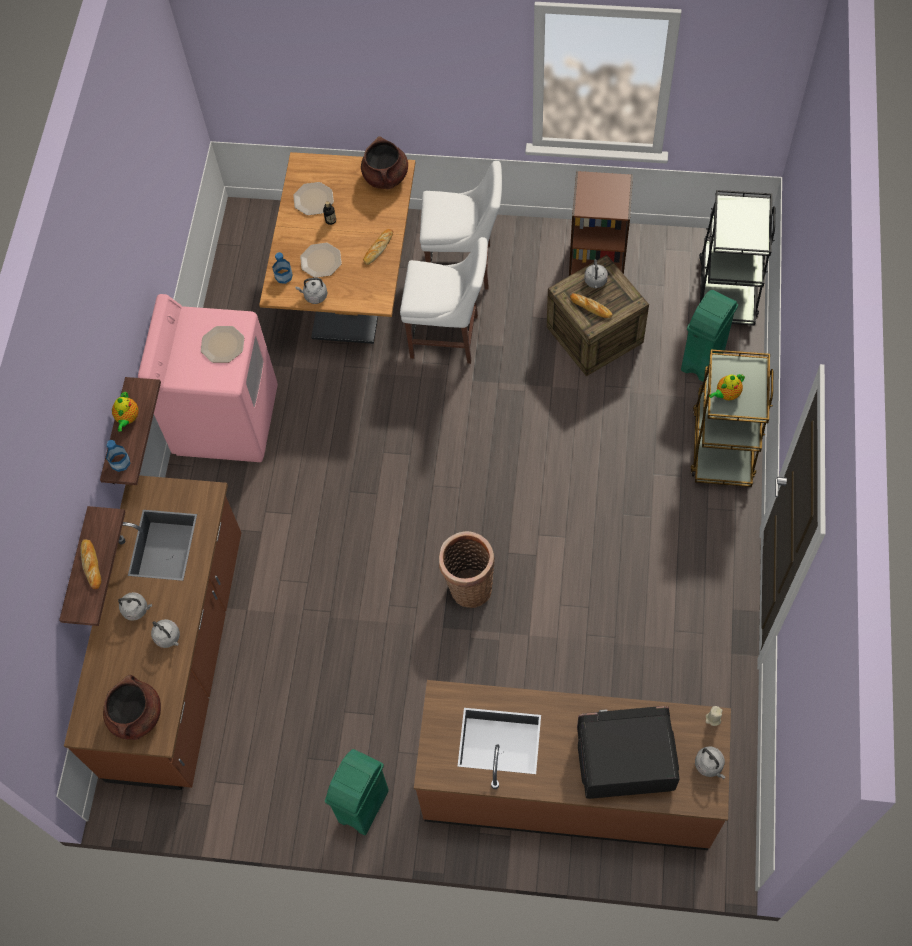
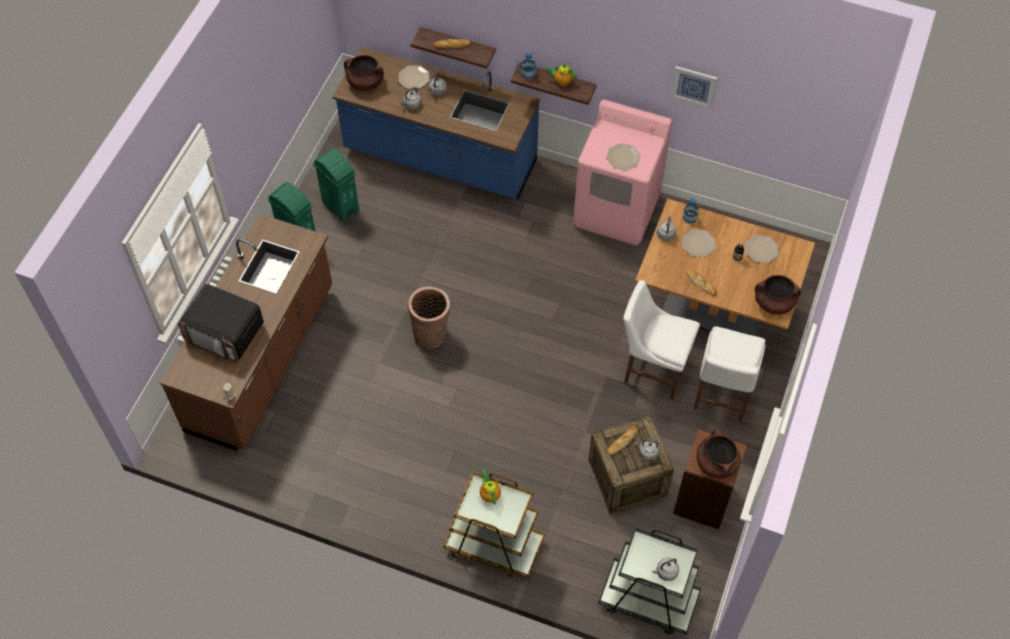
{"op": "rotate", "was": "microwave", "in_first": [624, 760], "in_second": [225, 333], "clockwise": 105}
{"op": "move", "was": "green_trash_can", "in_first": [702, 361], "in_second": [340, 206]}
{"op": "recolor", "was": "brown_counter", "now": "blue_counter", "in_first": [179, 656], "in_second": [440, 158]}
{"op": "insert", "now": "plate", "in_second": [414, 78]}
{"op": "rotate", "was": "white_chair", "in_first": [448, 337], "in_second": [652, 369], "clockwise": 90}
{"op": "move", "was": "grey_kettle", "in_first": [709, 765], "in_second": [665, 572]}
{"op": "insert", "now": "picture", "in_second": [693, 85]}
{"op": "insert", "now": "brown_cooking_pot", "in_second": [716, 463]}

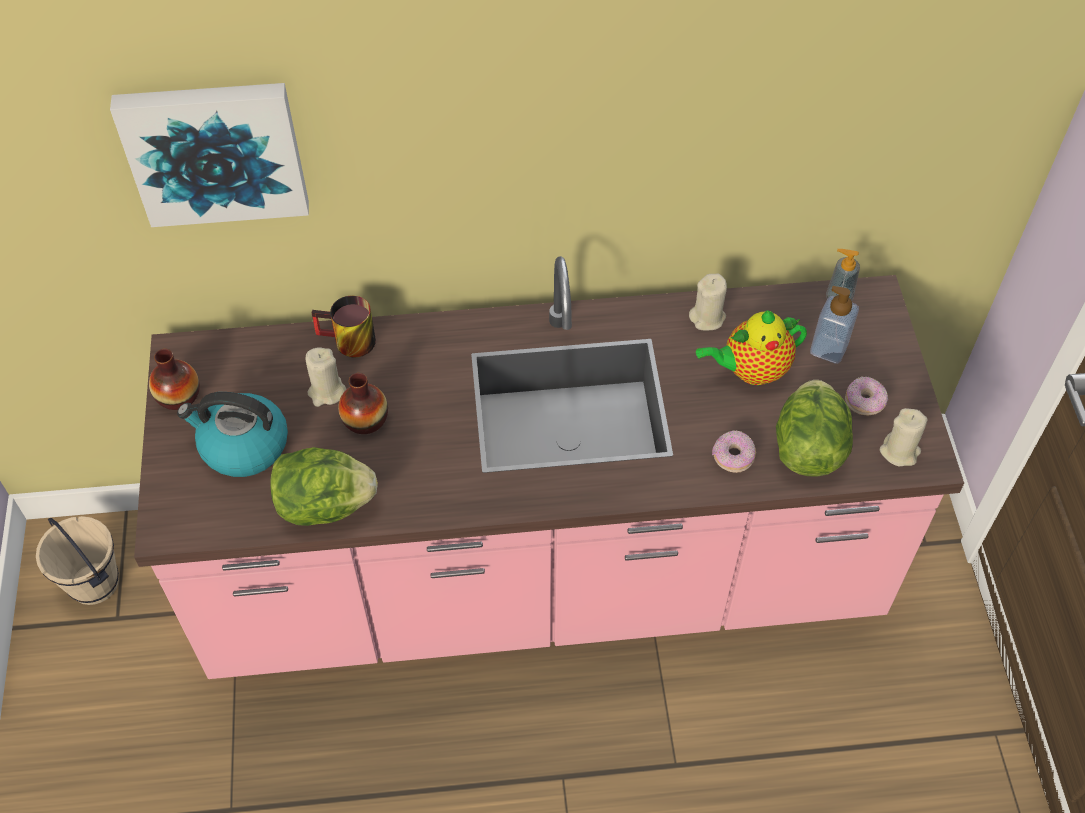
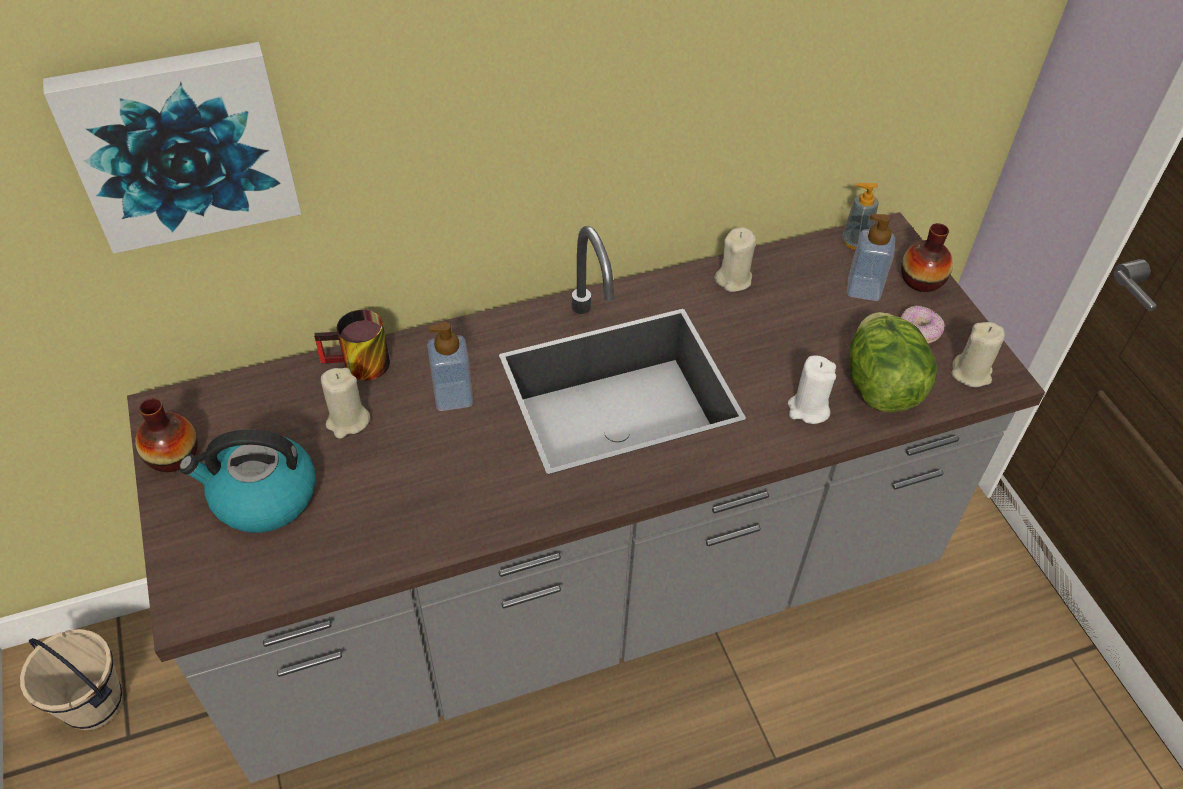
{"op": "recolor", "was": "pink_counter", "now": "grey_counter", "in_first": [542, 576], "in_second": [585, 595]}
{"op": "insert", "now": "soap_dispenser", "in_second": [453, 396]}
{"op": "replace", "was": "donut", "now": "white_candle", "in_first": [732, 457], "in_second": [808, 409]}
{"op": "move", "was": "vase", "in_first": [365, 419], "in_second": [921, 280]}
{"op": "delete", "was": "lettuce", "in_first": [324, 505]}
{"op": "delete", "was": "teapot", "in_first": [751, 370]}

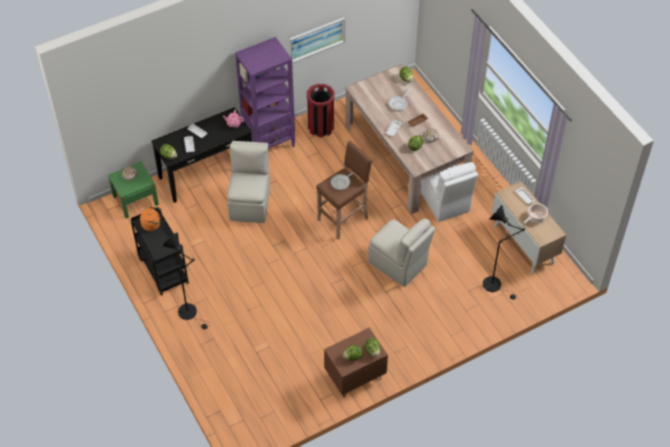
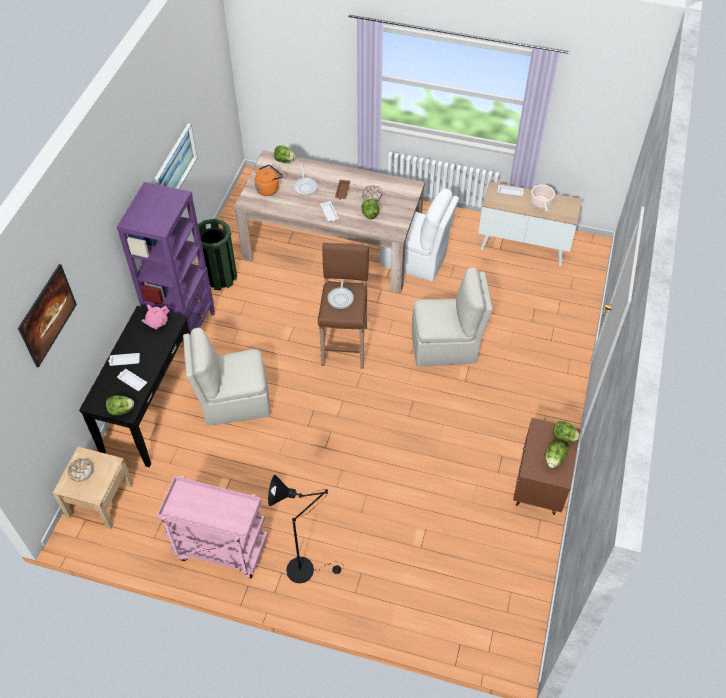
{"op": "insert", "now": "picture", "in_second": [51, 325]}
{"op": "recolor", "was": "green_nightstand", "now": "beige_nightstand", "in_first": [135, 200], "in_second": [100, 499]}
{"op": "recolor", "was": "black_cart", "now": "pink_cart", "in_first": [162, 270], "in_second": [220, 549]}
{"op": "rotate", "was": "beige_chair", "in_first": [250, 202], "in_second": [233, 401], "clockwise": -60}
{"op": "recolor", "was": "red_trash_can", "now": "green_trash_can", "in_first": [321, 127], "in_second": [220, 277]}
{"op": "move", "was": "orange_kettle", "in_first": [152, 224], "in_second": [268, 188]}
{"op": "delete", "was": "black_floor_lamp", "in_first": [495, 285]}

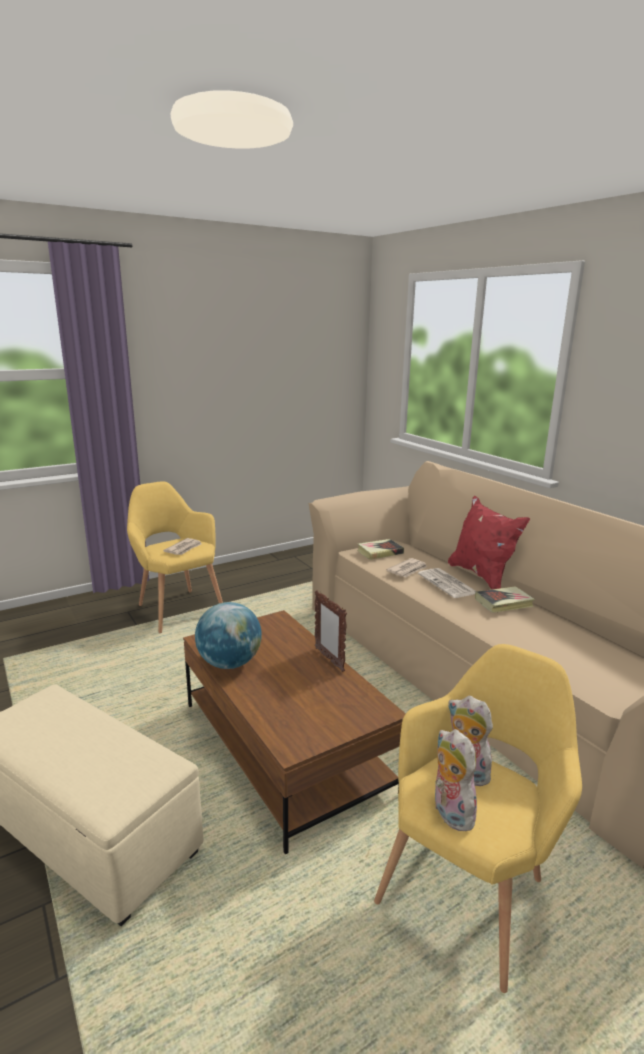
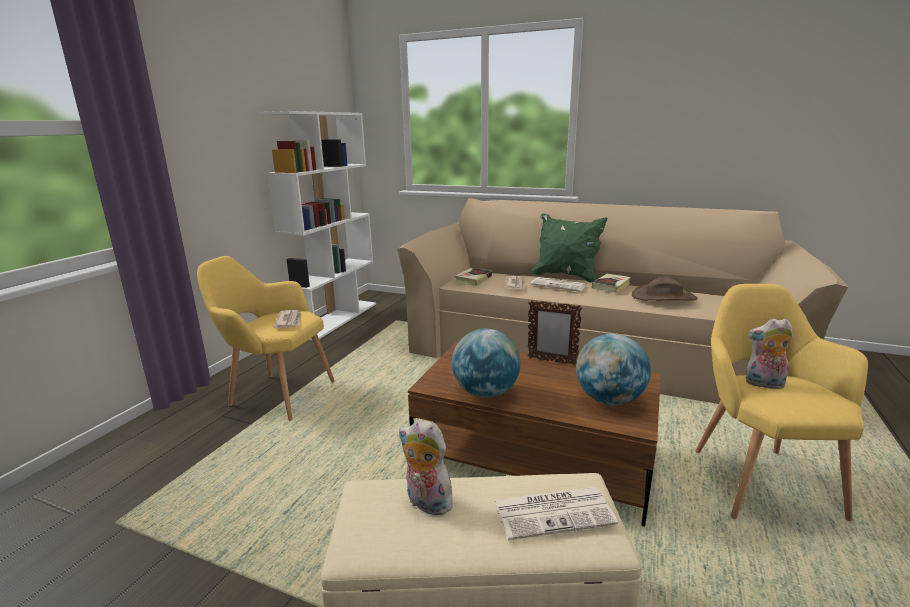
{"op": "insert", "now": "white_bookcase", "in_second": [336, 318]}
{"op": "move", "was": "plush_toy", "in_first": [449, 812], "in_second": [426, 503]}
{"op": "insert", "now": "newspaper", "in_second": [554, 512]}
{"op": "recolor", "was": "red_pillow", "now": "green_pillow", "in_first": [481, 576], "in_second": [566, 276]}
{"op": "insert", "now": "globe", "in_second": [609, 400]}
{"op": "insert", "now": "brown_hat", "in_second": [663, 297]}

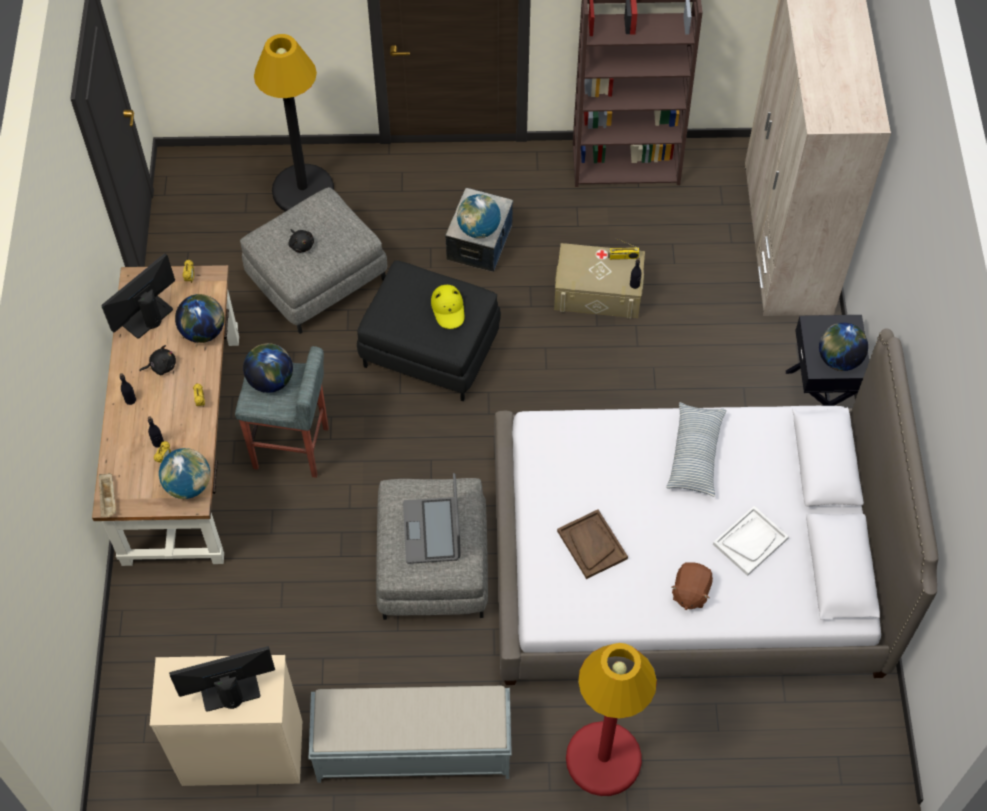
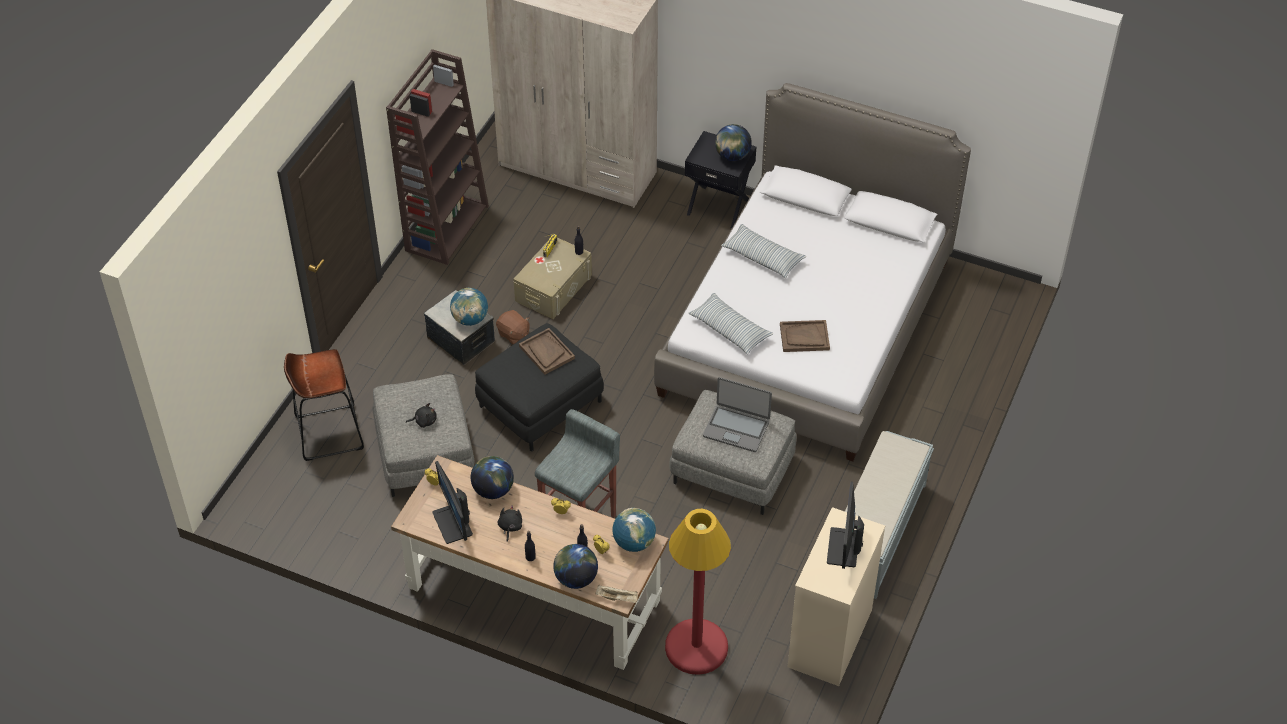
{"op": "replace", "was": "black_floor_lamp", "now": "brown_stool", "in_first": [303, 190], "in_second": [329, 432]}
{"op": "move", "was": "brown_plush_toy", "in_first": [690, 592], "in_second": [513, 334]}
{"op": "replace", "was": "yellow_hat", "now": "brown_tray", "in_first": [448, 309], "in_second": [546, 352]}
{"op": "move", "was": "globe", "in_first": [271, 380], "in_second": [576, 578]}
{"op": "move", "was": "red_floor_lamp", "in_first": [603, 759], "in_second": [696, 647]}
{"op": "insert", "now": "pillow", "in_second": [730, 329]}
{"op": "delete", "was": "white_tray", "in_first": [750, 541]}

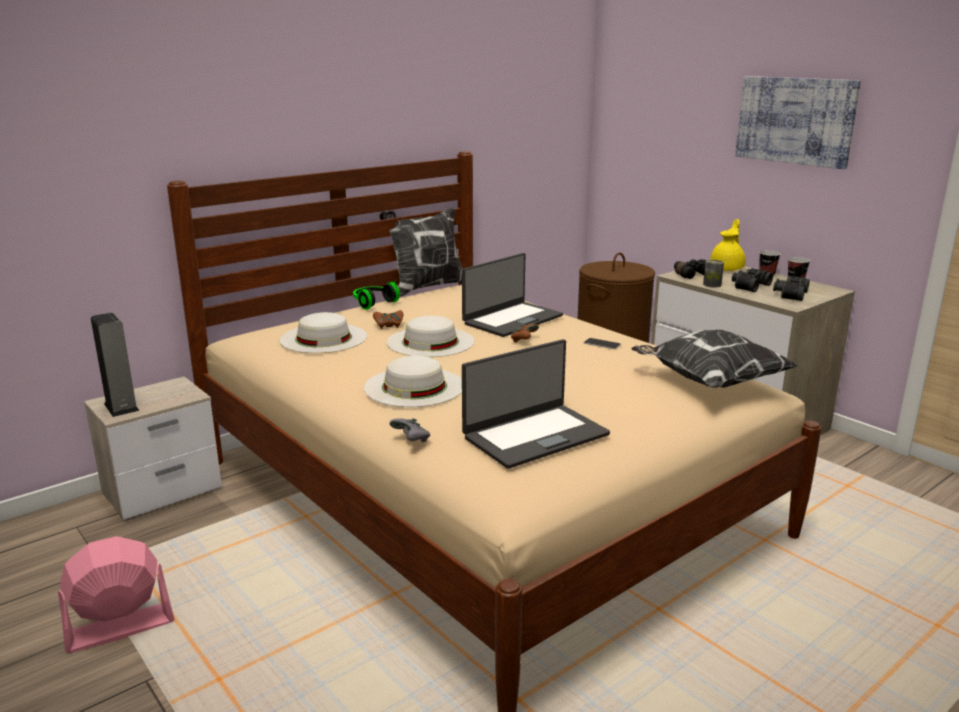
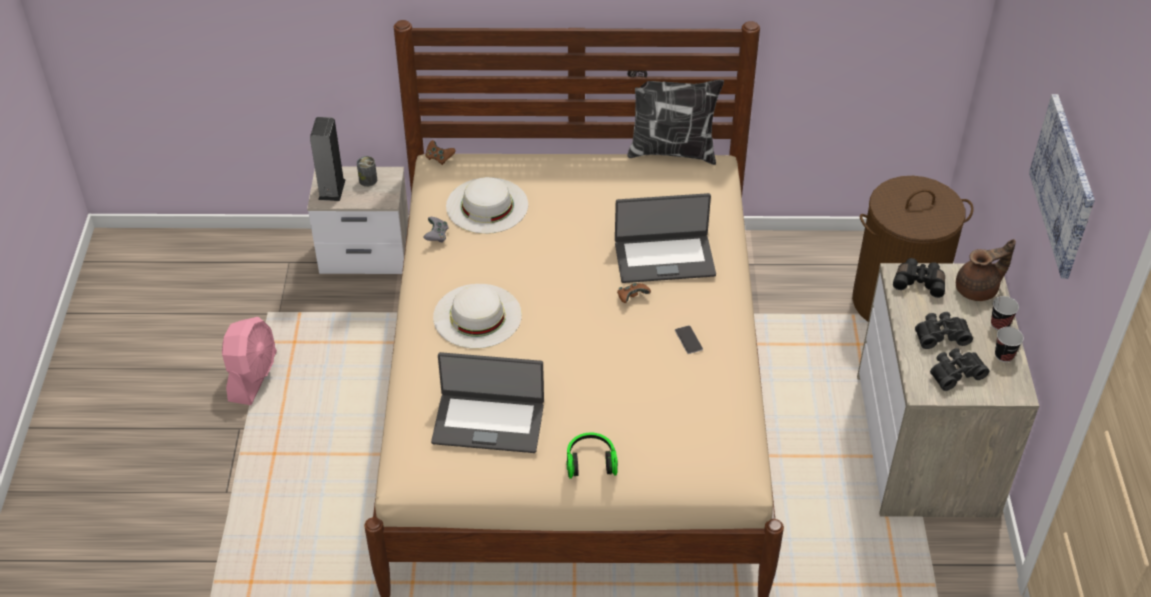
{"op": "rotate", "was": "pink_fan", "in_first": [119, 628], "in_second": [253, 376], "clockwise": 90}
{"op": "move", "was": "can", "in_first": [712, 284], "in_second": [368, 180]}
{"op": "move", "was": "grey_game_controller", "in_first": [411, 440], "in_second": [436, 236]}
{"op": "move", "was": "brown_game_controller", "in_first": [388, 326], "in_second": [439, 158]}
{"op": "move", "was": "headphones", "in_first": [373, 303], "in_second": [590, 462]}
{"op": "recolor", "was": "yellow_teapot", "now": "brown_teapot", "in_first": [727, 268], "in_second": [978, 289]}
{"op": "delete", "was": "white_hat", "in_first": [430, 342]}
{"op": "delete", "was": "pillow", "in_first": [709, 382]}

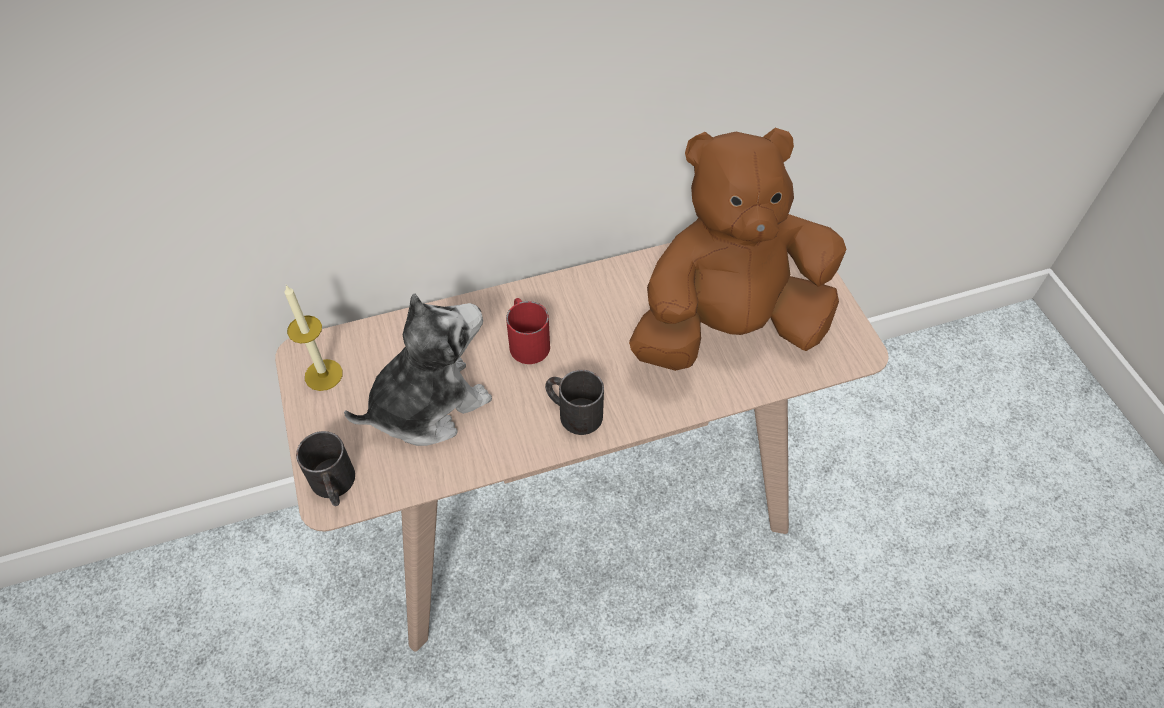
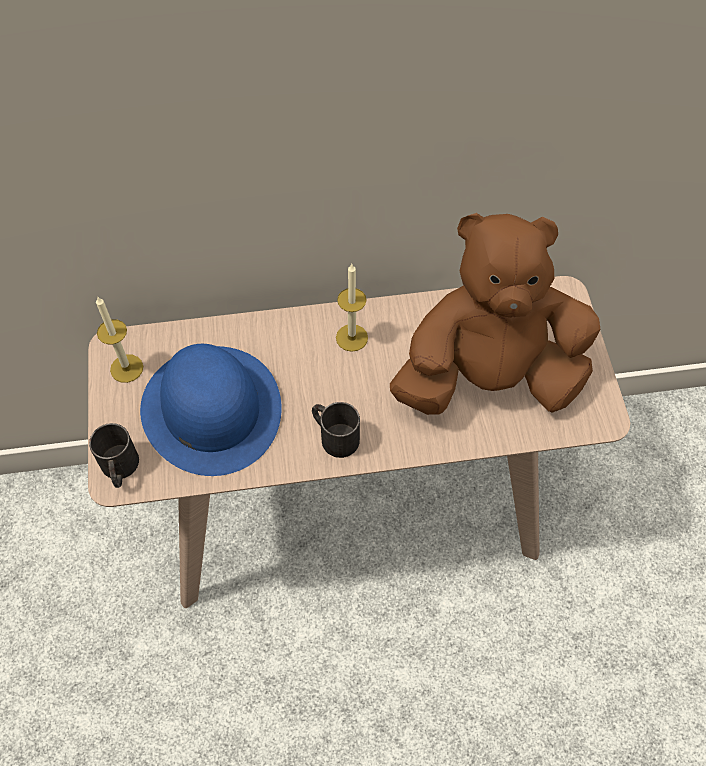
{"op": "replace", "was": "plush_toy", "now": "blue_hat", "in_first": [428, 403], "in_second": [211, 408]}
{"op": "insert", "now": "candle", "in_second": [351, 337]}
{"op": "delete", "was": "red_mug", "in_first": [526, 340]}

